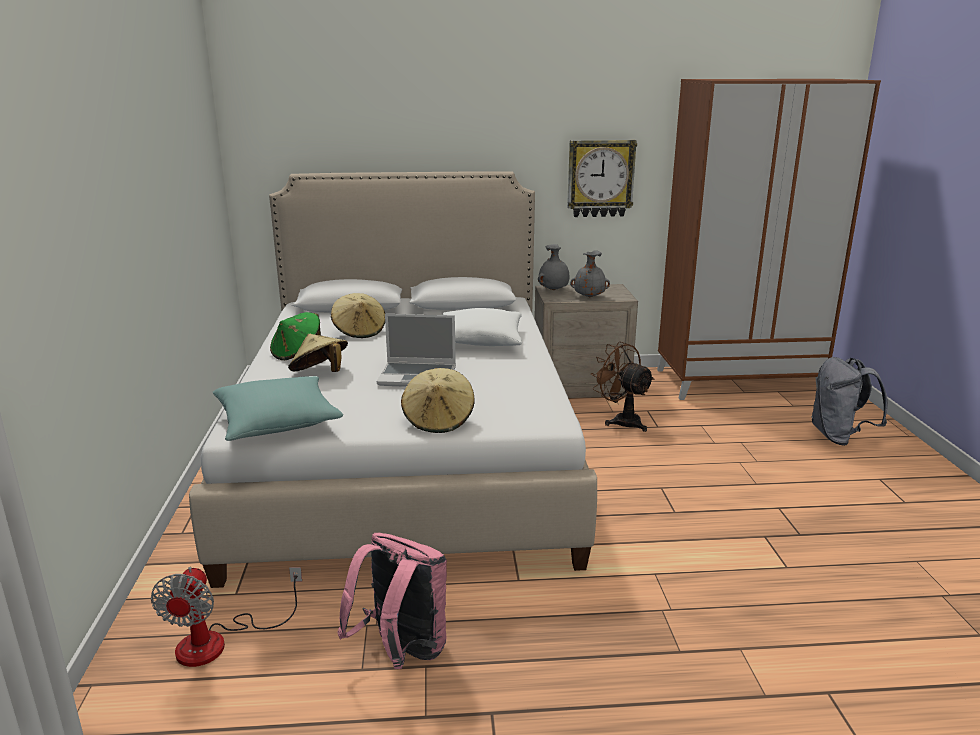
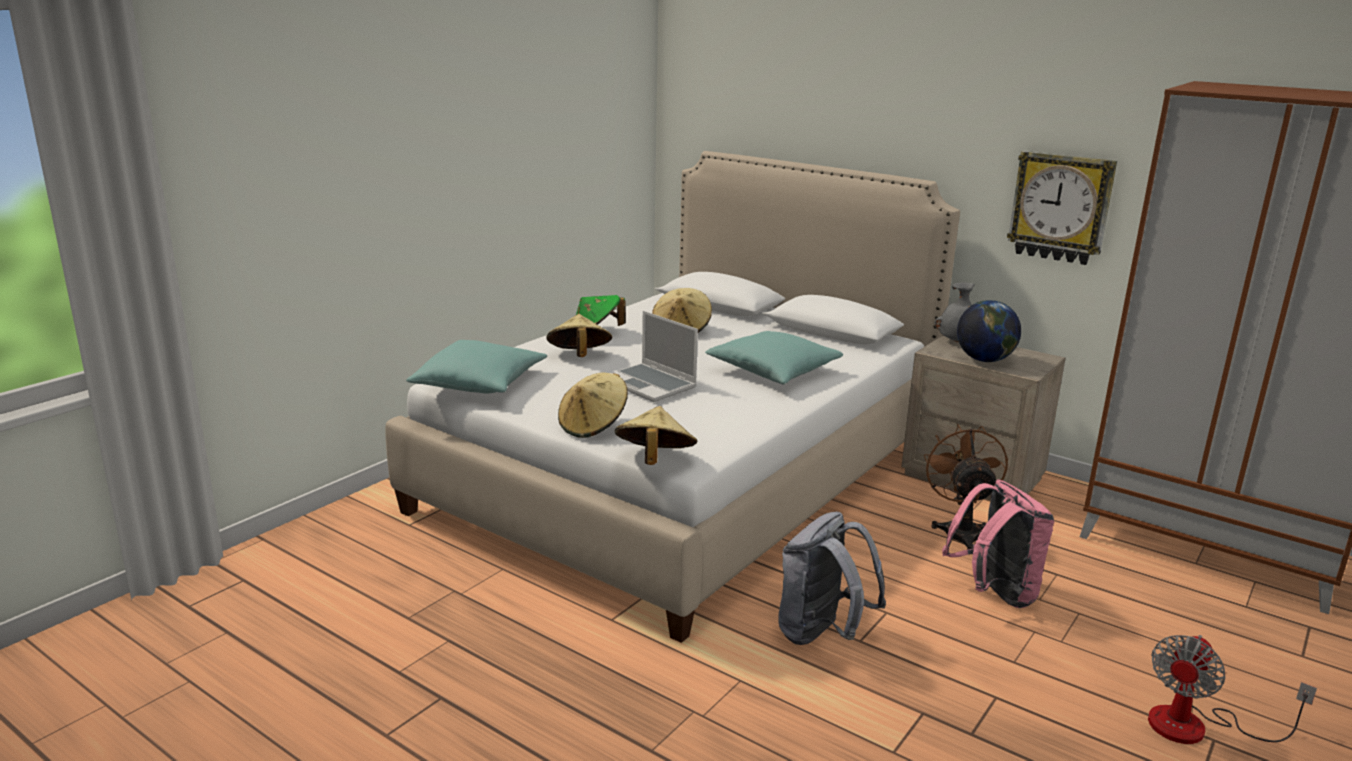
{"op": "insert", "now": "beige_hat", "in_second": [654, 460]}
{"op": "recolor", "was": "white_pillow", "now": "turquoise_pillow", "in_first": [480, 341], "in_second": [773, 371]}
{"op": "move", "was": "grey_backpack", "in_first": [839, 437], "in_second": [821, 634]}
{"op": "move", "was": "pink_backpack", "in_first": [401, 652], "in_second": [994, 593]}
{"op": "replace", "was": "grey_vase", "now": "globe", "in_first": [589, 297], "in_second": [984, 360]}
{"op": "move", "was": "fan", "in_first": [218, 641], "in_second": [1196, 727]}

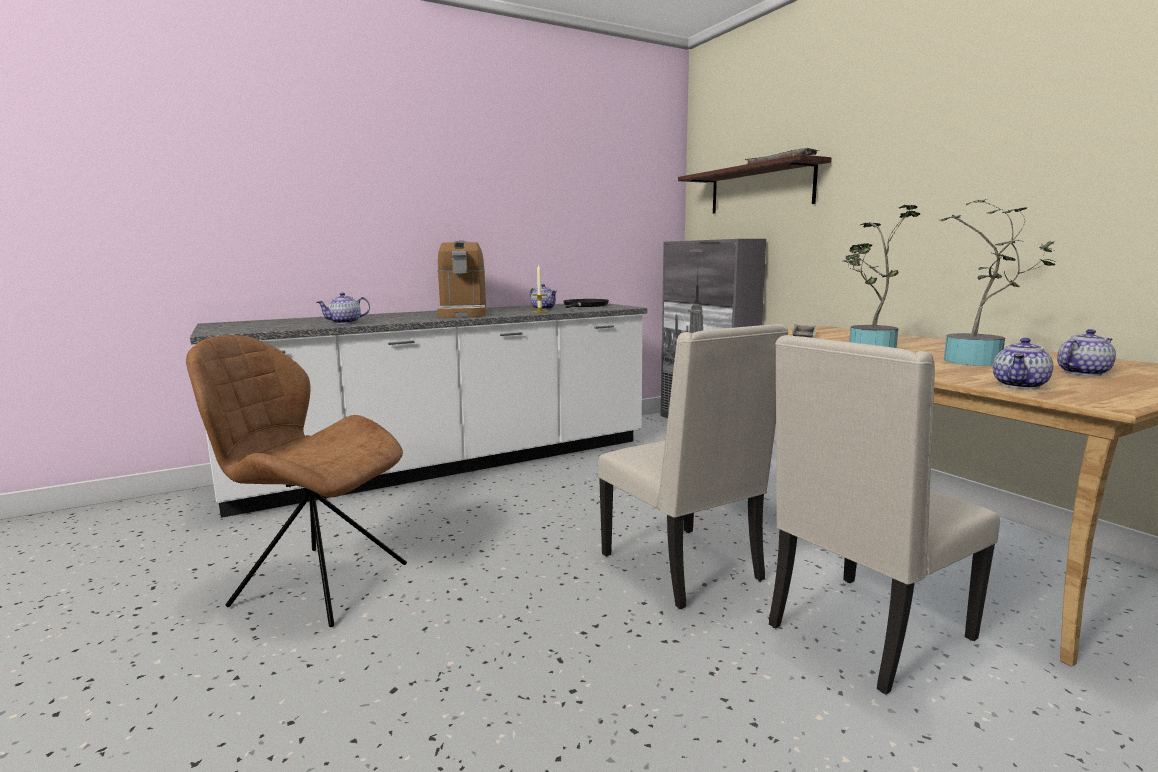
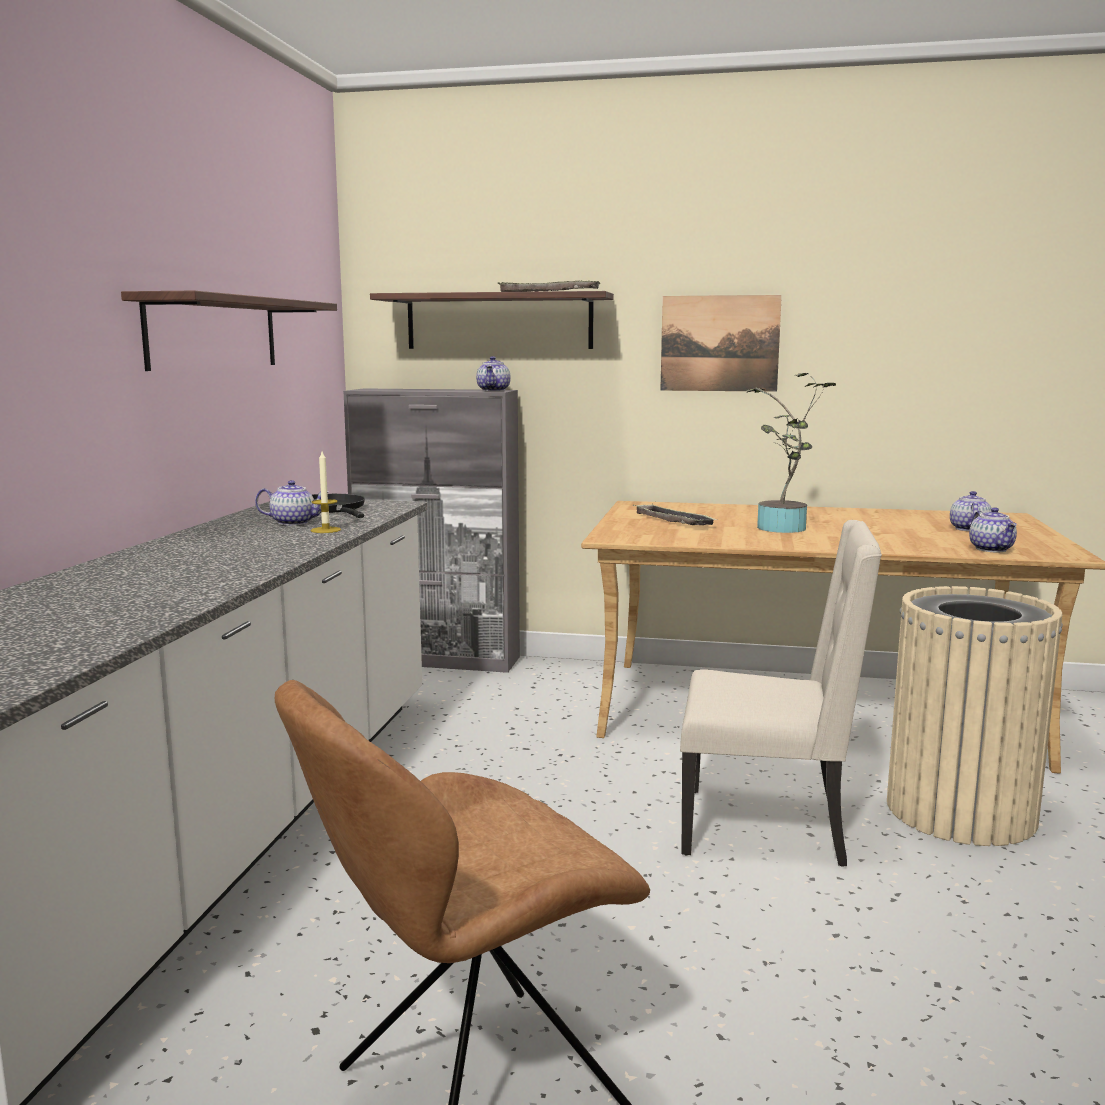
{"op": "insert", "now": "shelf", "in_second": [214, 333]}
{"op": "move", "was": "teapot", "in_first": [345, 322], "in_second": [494, 390]}
{"op": "insert", "now": "picture", "in_second": [719, 343]}
{"op": "replace", "was": "beige_chair", "now": "beige_trash_can", "in_first": [865, 632], "in_second": [960, 811]}
{"op": "delete", "was": "coffee_machine", "in_first": [463, 313]}
{"op": "delete", "was": "potted_plant", "in_first": [979, 362]}

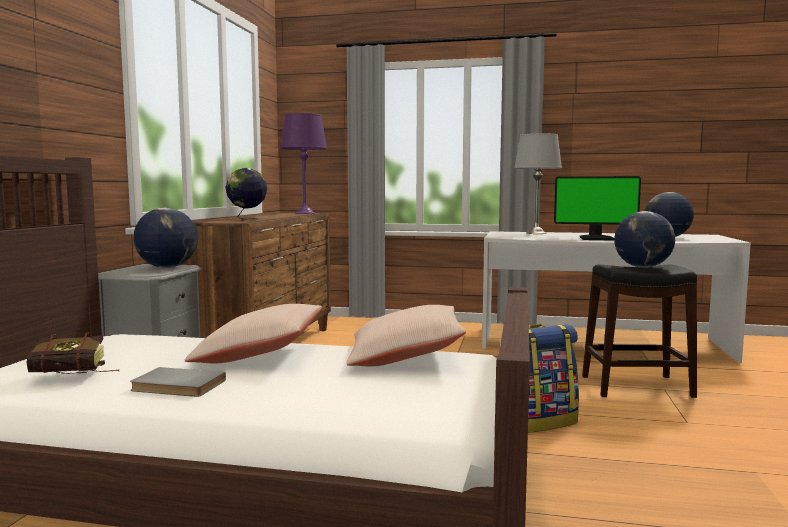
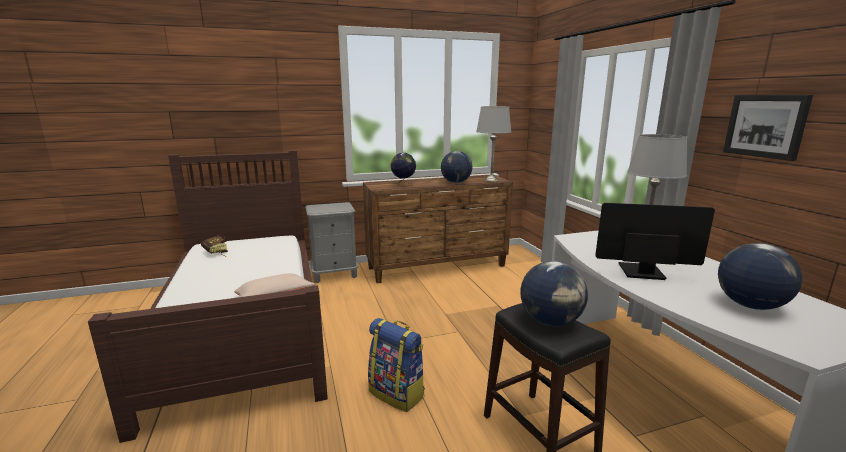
{"op": "move", "was": "globe", "in_first": [167, 267], "in_second": [456, 182]}
{"op": "recolor", "was": "purple_table_lamp", "now": "grey_table_lamp", "in_first": [305, 213], "in_second": [491, 180]}
{"op": "rotate", "was": "monitor", "in_first": [597, 238], "in_second": [641, 272], "clockwise": 120}
{"op": "insert", "now": "picture", "in_second": [765, 126]}
{"op": "delete", "was": "grey_book", "in_first": [177, 386]}
{"op": "delete", "was": "beige_pillow", "in_first": [259, 354]}

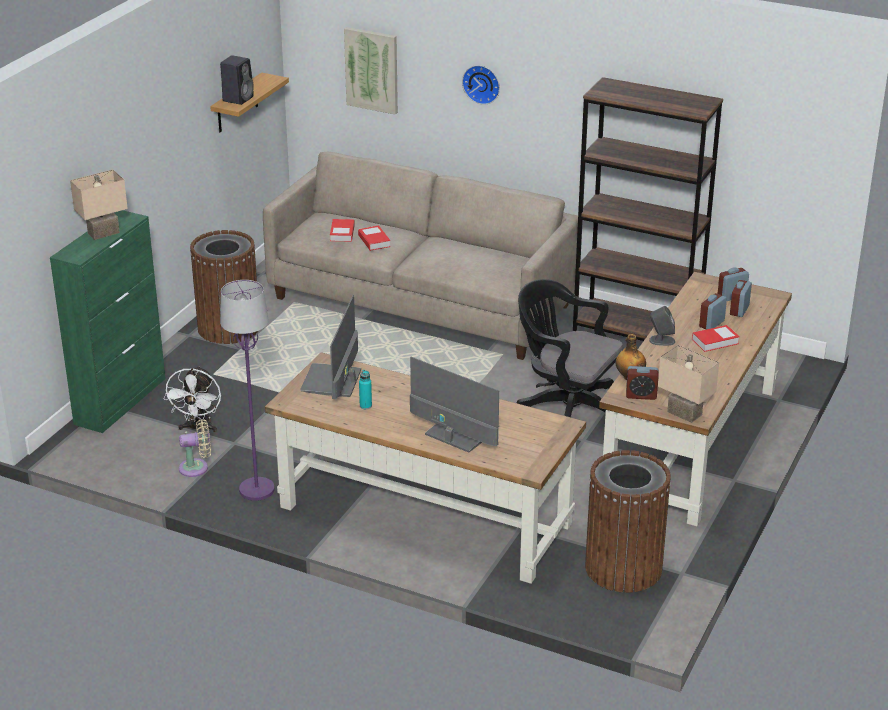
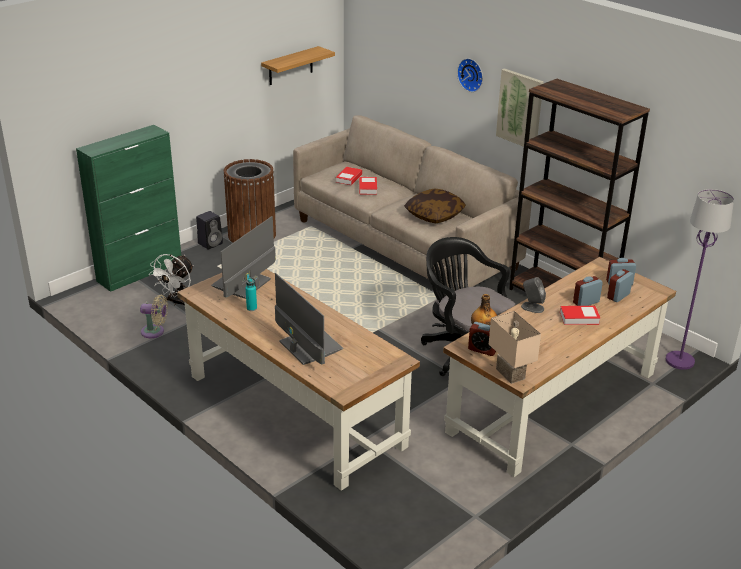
{"op": "move", "was": "black_speaker", "in_first": [238, 98], "in_second": [210, 243]}
{"op": "insert", "now": "pillow", "in_second": [434, 215]}
{"op": "move", "was": "picture", "in_first": [372, 70], "in_second": [520, 109]}
{"op": "move", "was": "purple_floor_lamp", "in_first": [257, 490], "in_second": [679, 361]}
{"op": "delete", "was": "beige_table_lamp", "in_first": [103, 233]}
{"op": "delete", "was": "brown_trash_can", "in_first": [623, 567]}

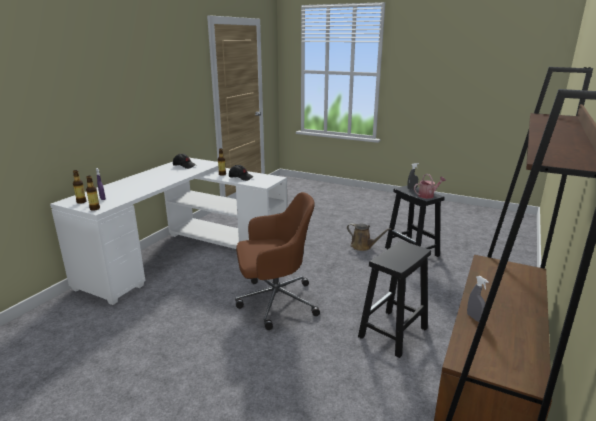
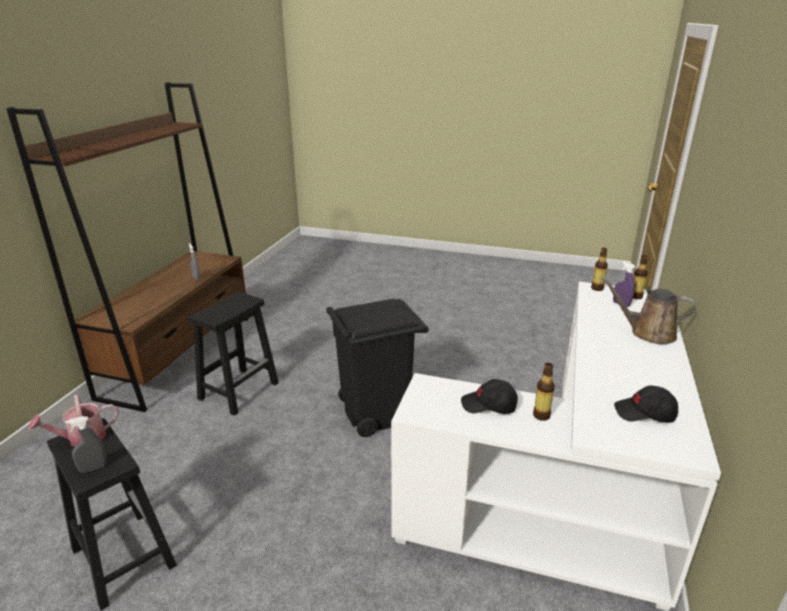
{"op": "replace", "was": "brown_office_chair", "now": "black_trash_can", "in_first": [275, 302], "in_second": [376, 412]}
{"op": "move", "was": "brown_watering_can", "in_first": [363, 246], "in_second": [648, 333]}

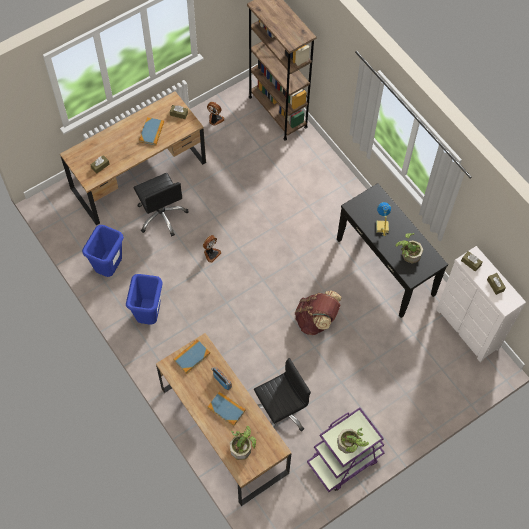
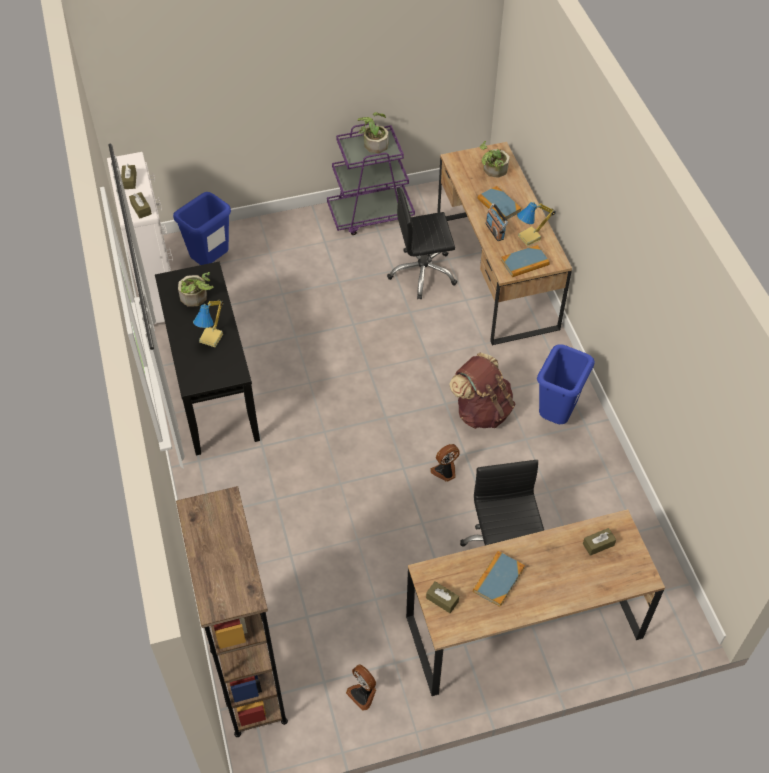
{"op": "move", "was": "blue_trash_can", "in_first": [109, 268], "in_second": [210, 262]}
{"op": "move", "was": "brown_backpack", "in_first": [316, 320], "in_second": [481, 410]}
{"op": "insert", "now": "table_lamp", "in_second": [530, 238]}

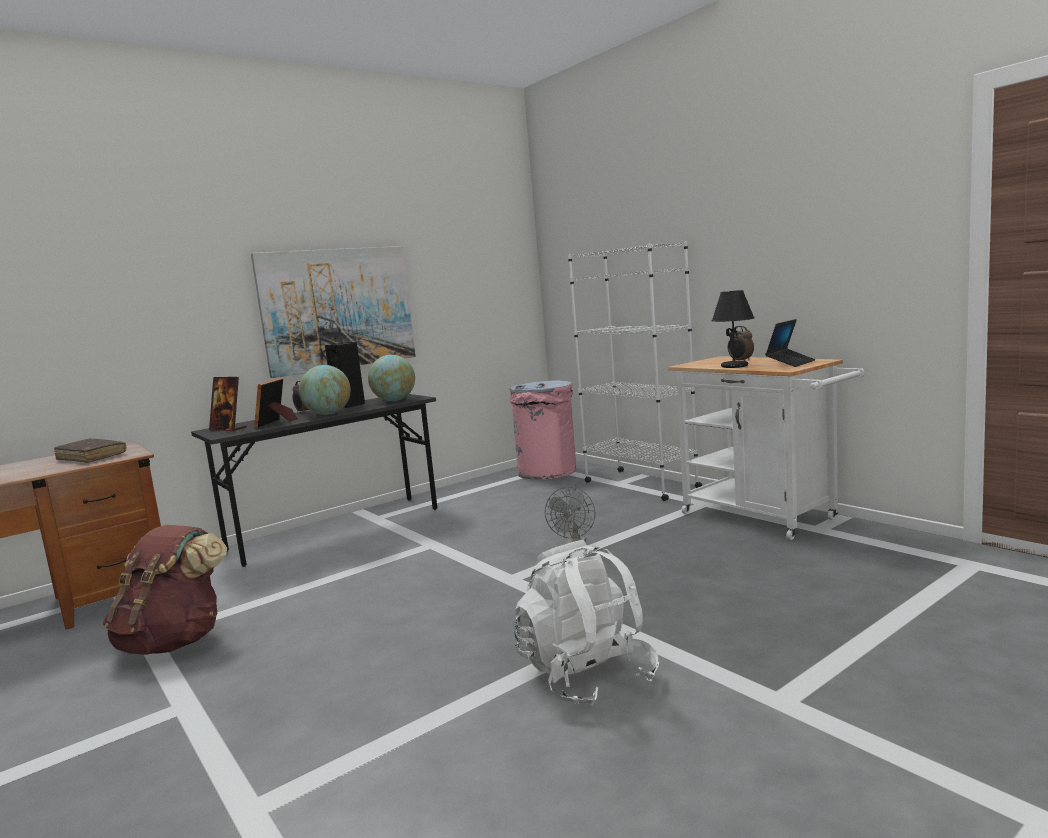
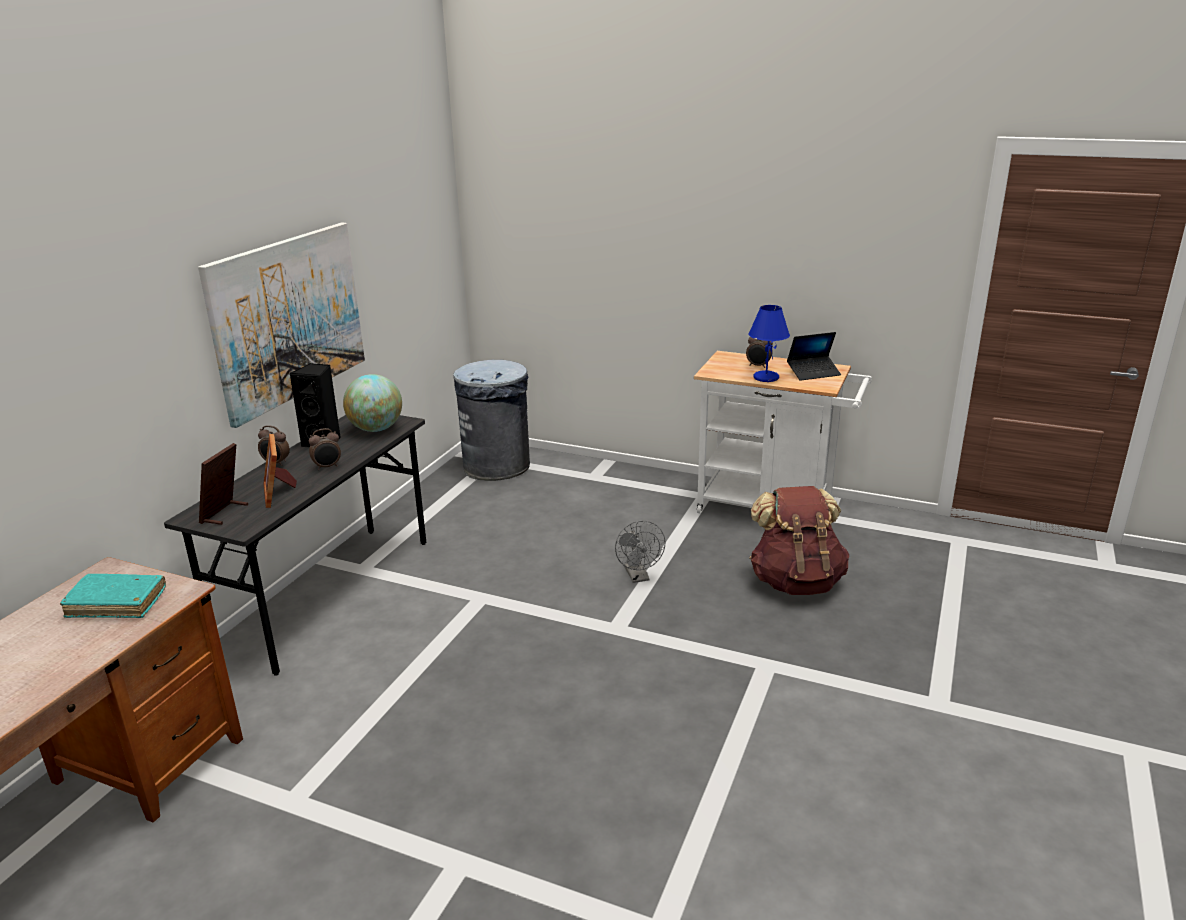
{"op": "recolor", "was": "brown_book", "now": "turquoise_book", "in_first": [91, 457], "in_second": [117, 603]}
{"op": "rotate", "was": "picture_frame", "in_first": [228, 429], "in_second": [224, 513], "clockwise": 105}
{"op": "replace", "was": "globe", "now": "alarm_clock", "in_first": [328, 414], "in_second": [327, 467]}
{"op": "recolor", "was": "pink_trash_can", "now": "grey_trash_can", "in_first": [548, 472], "in_second": [497, 466]}
{"op": "recolor", "was": "black_table_lamp", "now": "blue_table_lamp", "in_first": [734, 366], "in_second": [765, 378]}
{"op": "move", "was": "brown_backpack", "in_first": [175, 642], "in_second": [796, 582]}
{"op": "rotate", "was": "laptop", "in_first": [790, 363], "in_second": [813, 373], "clockwise": 60}
{"op": "delete", "was": "white_backpack", "in_first": [586, 676]}
{"op": "delete", "was": "white_bookcase", "in_first": [640, 484]}

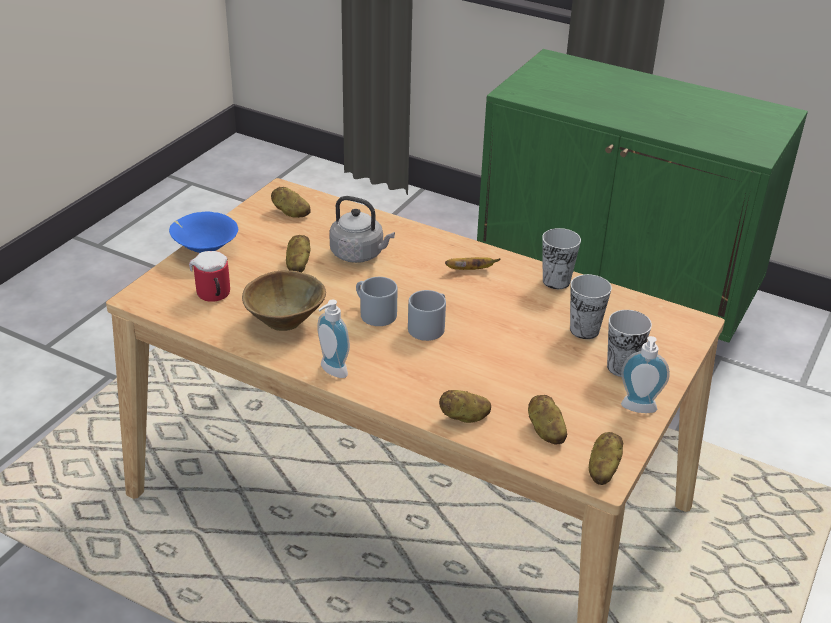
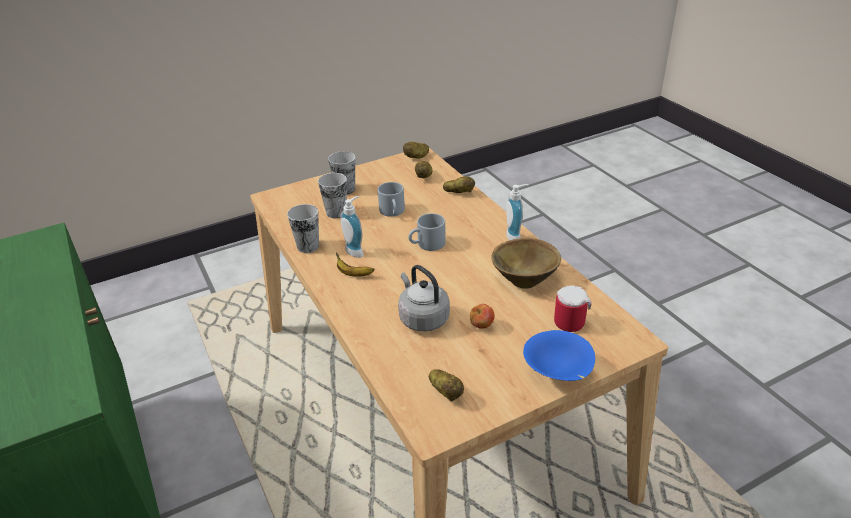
{"op": "move", "was": "soap_dispenser", "in_first": [638, 410], "in_second": [356, 251]}
{"op": "move", "was": "grey_mug", "in_first": [373, 313], "in_second": [393, 212]}
{"op": "replace", "was": "potato", "now": "apple", "in_first": [297, 265], "in_second": [482, 326]}

